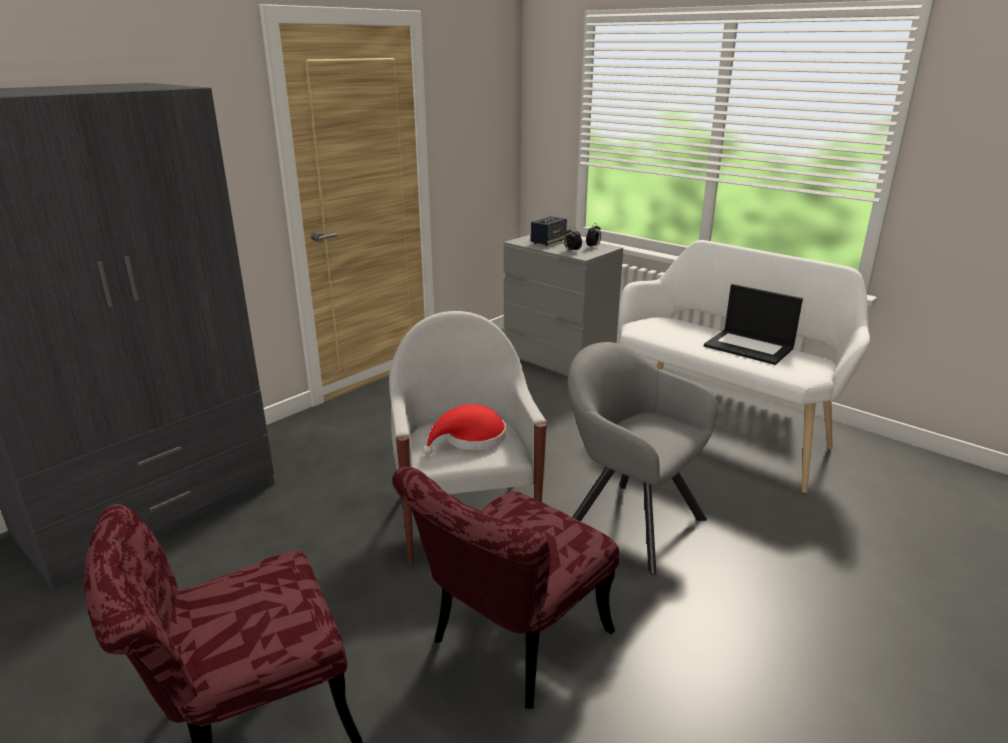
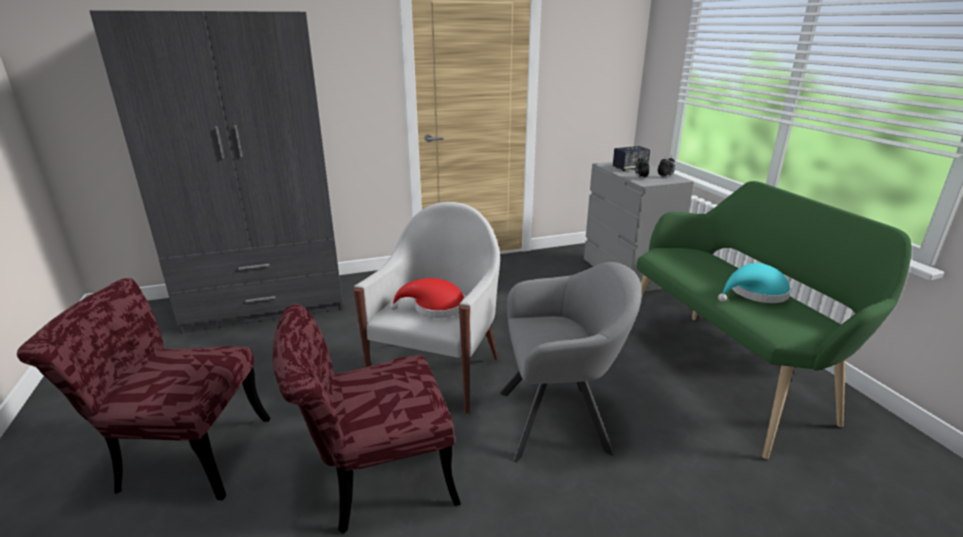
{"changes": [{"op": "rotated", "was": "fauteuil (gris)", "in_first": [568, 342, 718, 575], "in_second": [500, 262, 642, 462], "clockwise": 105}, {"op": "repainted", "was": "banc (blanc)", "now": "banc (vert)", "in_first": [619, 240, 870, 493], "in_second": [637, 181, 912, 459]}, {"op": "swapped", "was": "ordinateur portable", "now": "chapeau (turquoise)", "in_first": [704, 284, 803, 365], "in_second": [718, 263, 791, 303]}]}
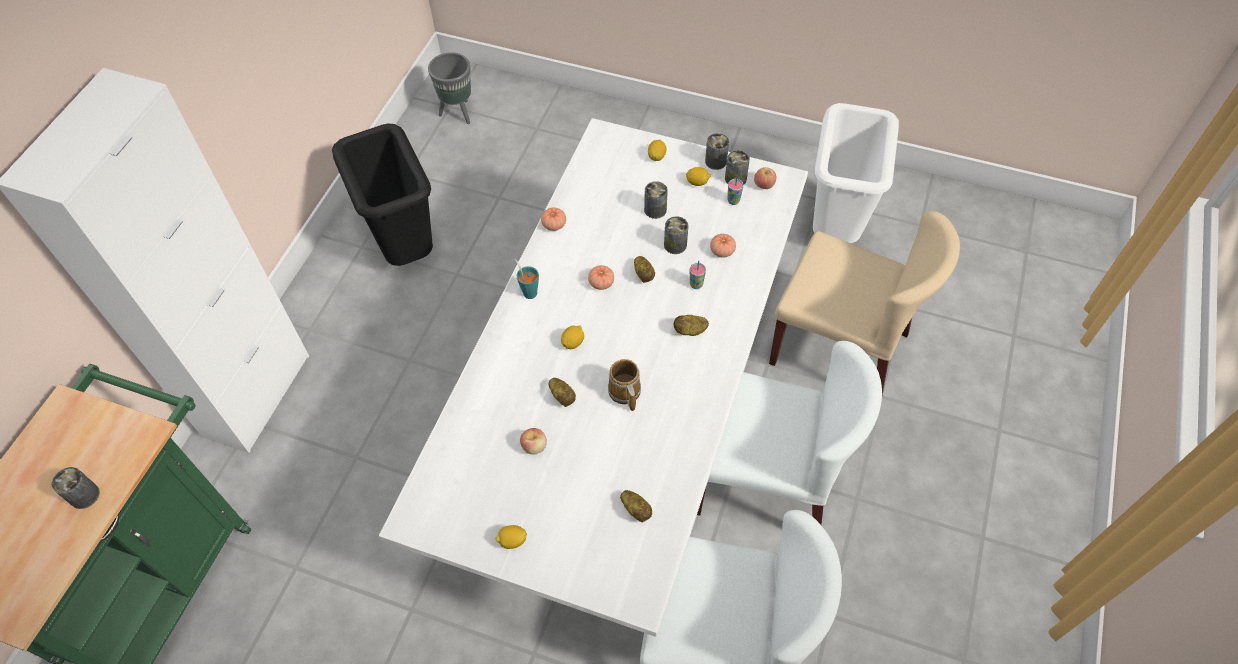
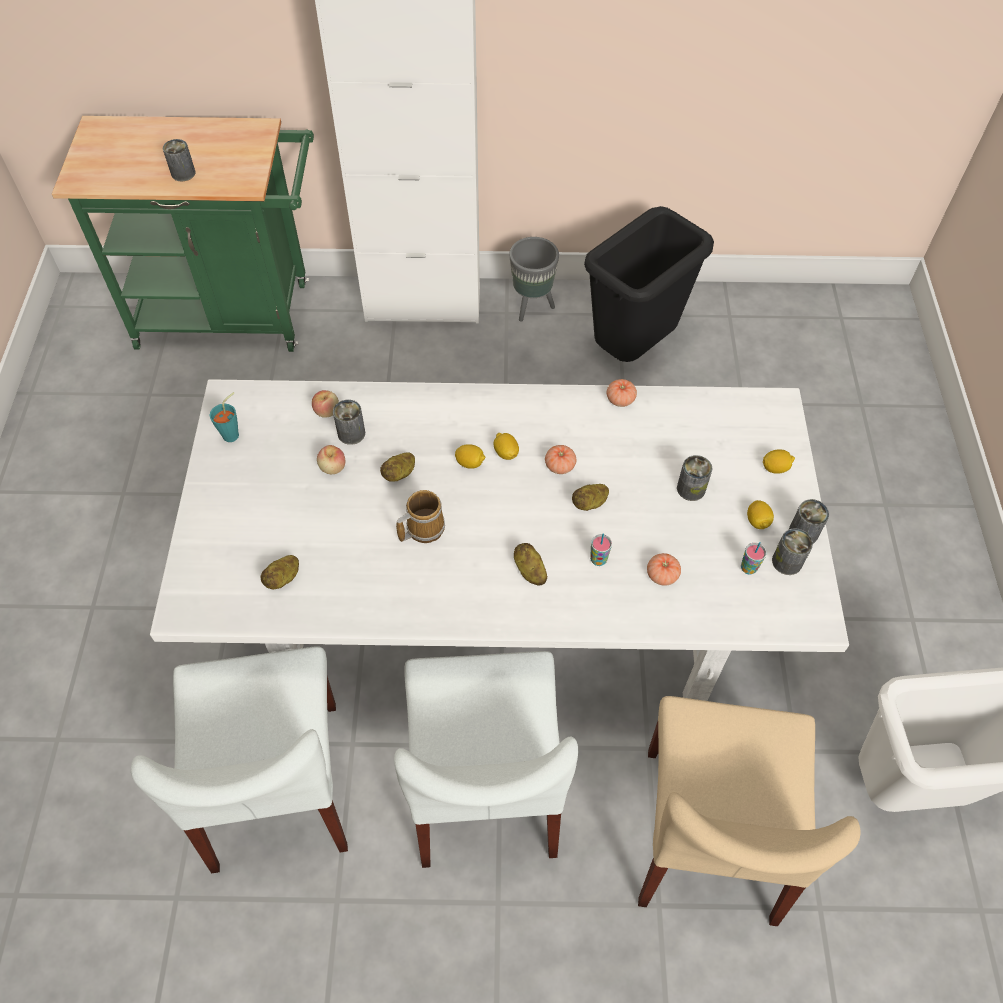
{"changes": [{"op": "shifted", "was": "cache-pot (gris)", "in_first": [428, 52, 471, 124], "in_second": [509, 237, 559, 322]}, {"op": "shifted", "was": "citron", "in_first": [496, 525, 527, 549], "in_second": [494, 433, 519, 460]}, {"op": "shifted", "was": "tasse (turquoise)", "in_first": [514, 259, 539, 299], "in_second": [210, 392, 239, 442]}, {"op": "shifted", "was": "boîte métallique", "in_first": [664, 216, 688, 254], "in_second": [333, 400, 365, 445]}, {"op": "shifted", "was": "pomme", "in_first": [754, 167, 776, 189], "in_second": [312, 390, 339, 418]}]}
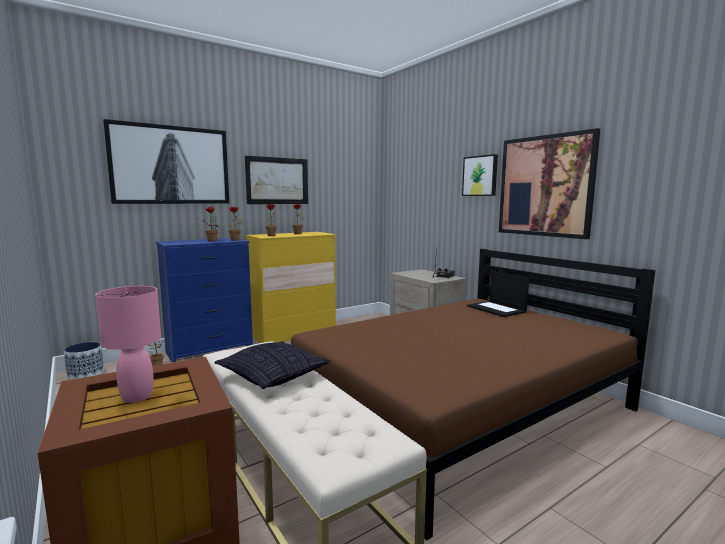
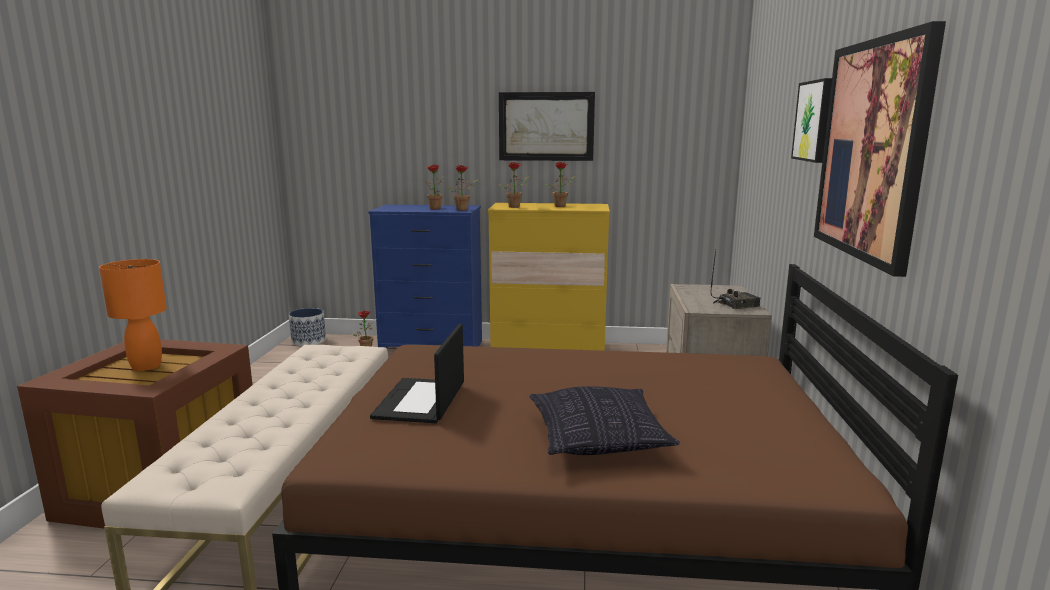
{"changes": [{"op": "repainted", "was": "lampe de table (rose)", "now": "lampe de table (orange)", "in_first": [95, 286, 161, 403], "in_second": [99, 259, 167, 371]}, {"op": "gone", "was": "tableau", "in_first": [103, 119, 229, 204]}, {"op": "shifted", "was": "coussin", "in_first": [214, 341, 331, 389], "in_second": [530, 386, 680, 455]}, {"op": "shifted", "was": "ordinateur portable", "in_first": [467, 271, 529, 317], "in_second": [370, 324, 464, 423]}]}
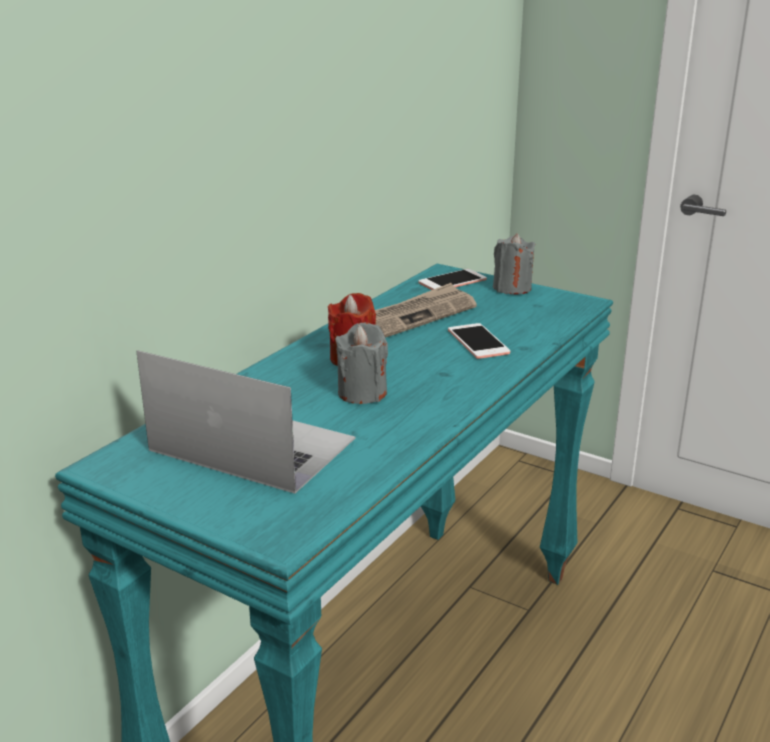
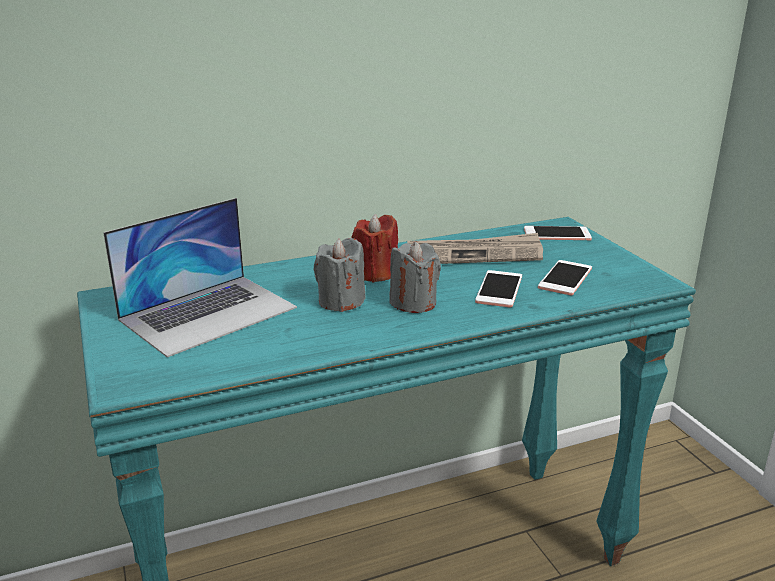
{"changes": [{"op": "rotated", "was": "ordinateur portable", "in_first": [136, 350, 355, 494], "in_second": [103, 198, 297, 357], "clockwise": 75}, {"op": "shifted", "was": "bougie (gris)", "in_first": [493, 234, 535, 295], "in_second": [389, 242, 441, 313]}, {"op": "new", "now": "téléphone", "in_second": [538, 260, 592, 295]}]}
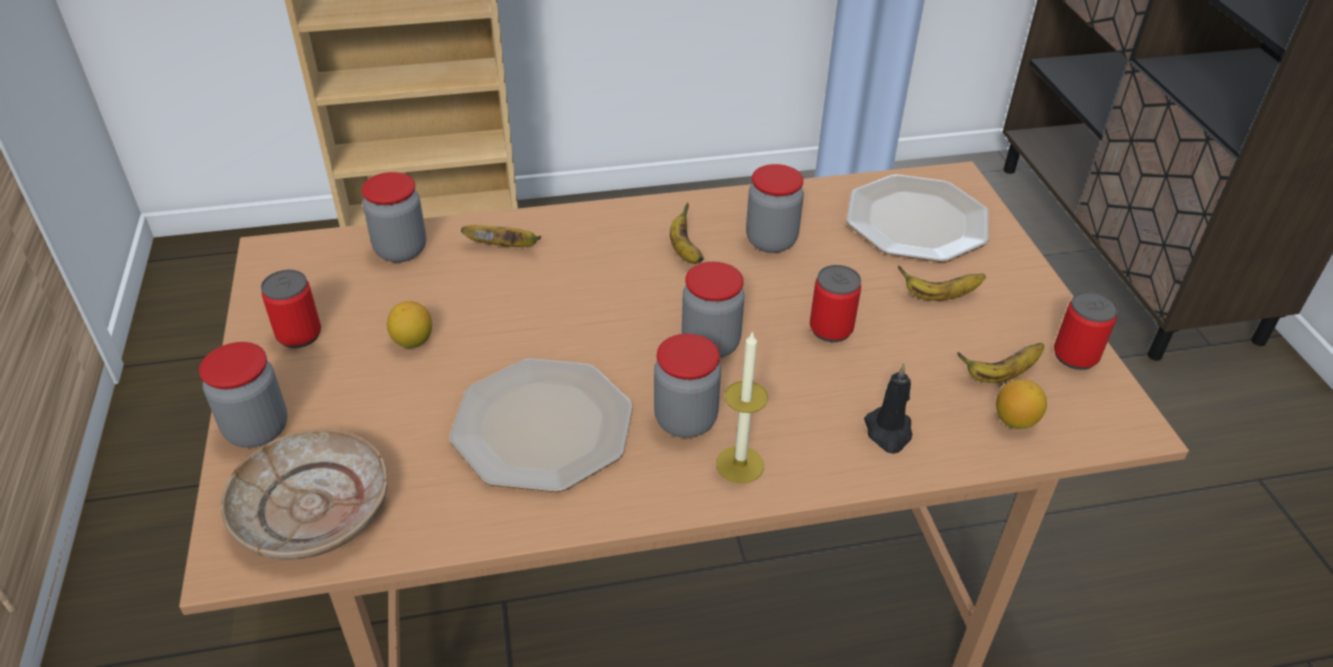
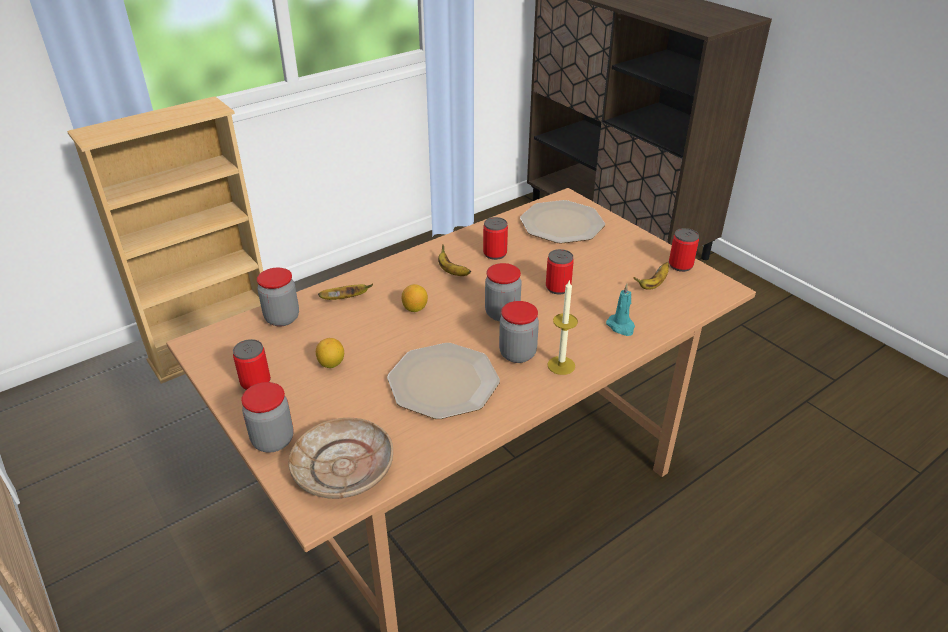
{"changes": [{"op": "swapped", "was": "bocal", "now": "boîte métallique", "in_first": [746, 164, 804, 253], "in_second": [483, 217, 508, 260]}, {"op": "repainted", "was": "bougie (noir)", "now": "bougie (turquoise)", "in_first": [864, 364, 912, 454], "in_second": [606, 284, 635, 336]}, {"op": "gone", "was": "banane", "in_first": [898, 266, 986, 301]}, {"op": "shifted", "was": "citron", "in_first": [996, 379, 1047, 429], "in_second": [401, 284, 428, 312]}]}
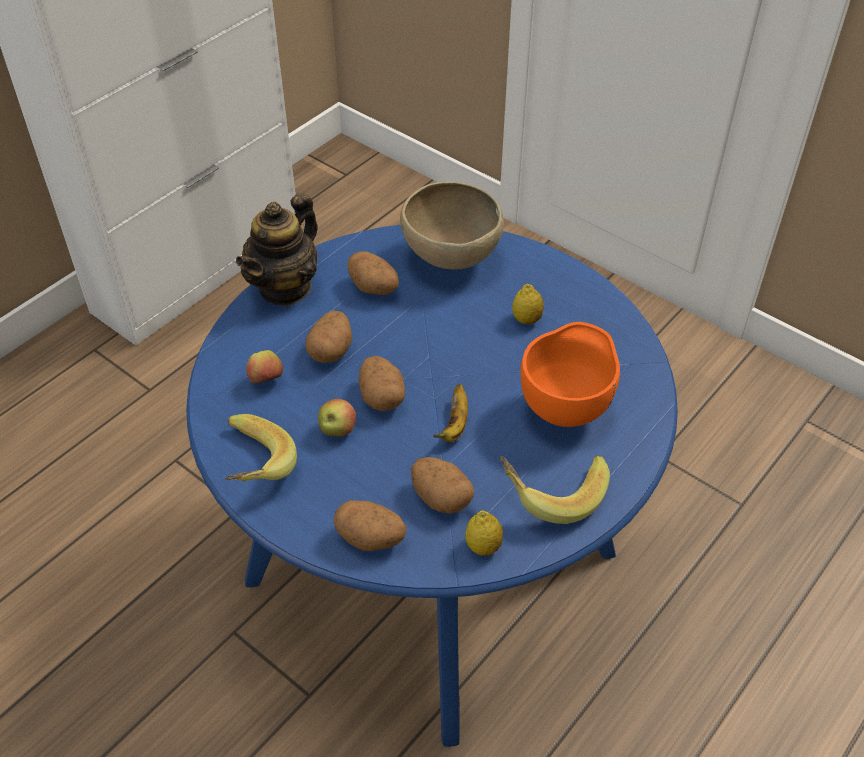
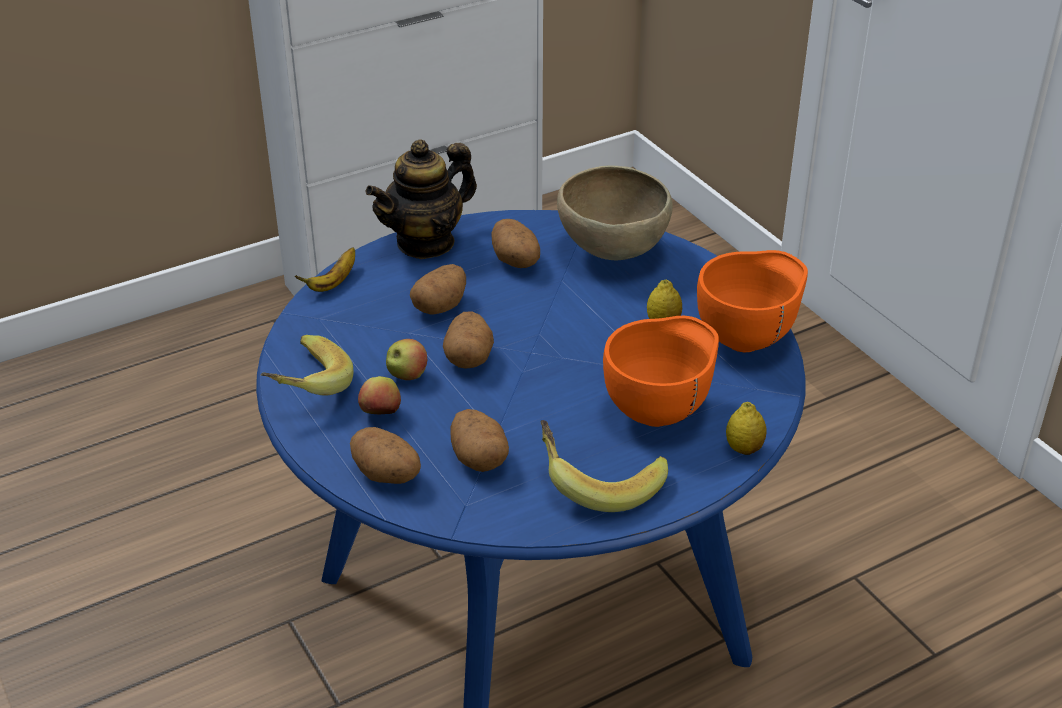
{"changes": [{"op": "shifted", "was": "pomme", "in_first": [246, 350, 283, 383], "in_second": [358, 376, 401, 414]}, {"op": "shifted", "was": "banane", "in_first": [434, 384, 468, 442], "in_second": [295, 247, 355, 292]}, {"op": "shifted", "was": "citron", "in_first": [465, 510, 503, 556], "in_second": [726, 402, 767, 455]}, {"op": "new", "now": "bol (orange)", "in_second": [697, 250, 808, 352]}]}
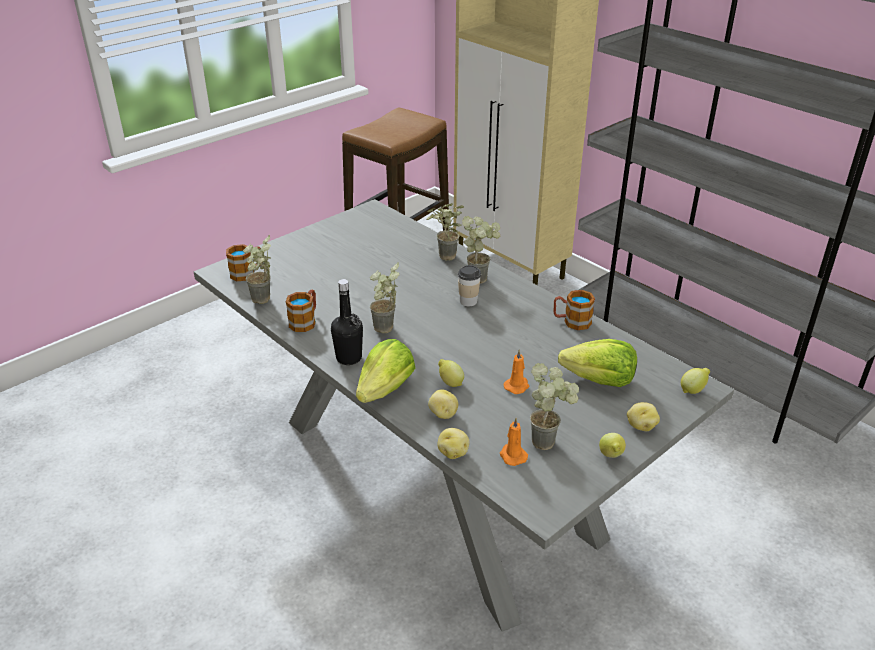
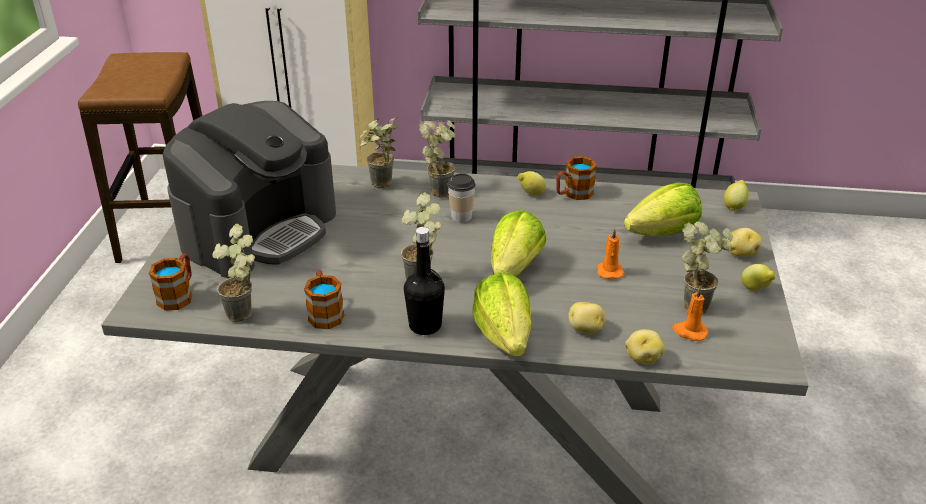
{"changes": [{"op": "shifted", "was": "citron", "in_first": [438, 359, 464, 387], "in_second": [518, 171, 546, 196]}, {"op": "new", "now": "machine à café", "in_second": [163, 101, 336, 278]}, {"op": "new", "now": "laitue", "in_second": [491, 210, 546, 276]}]}
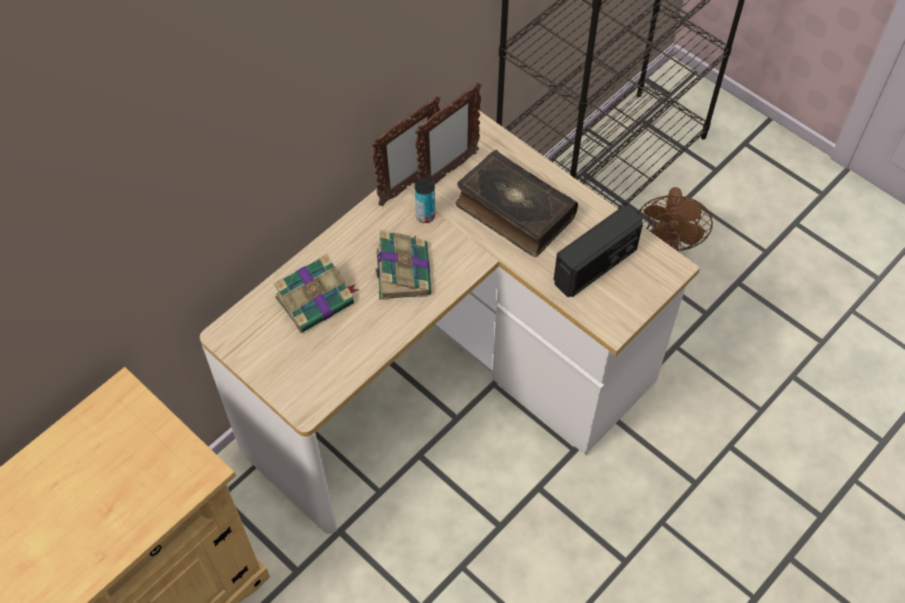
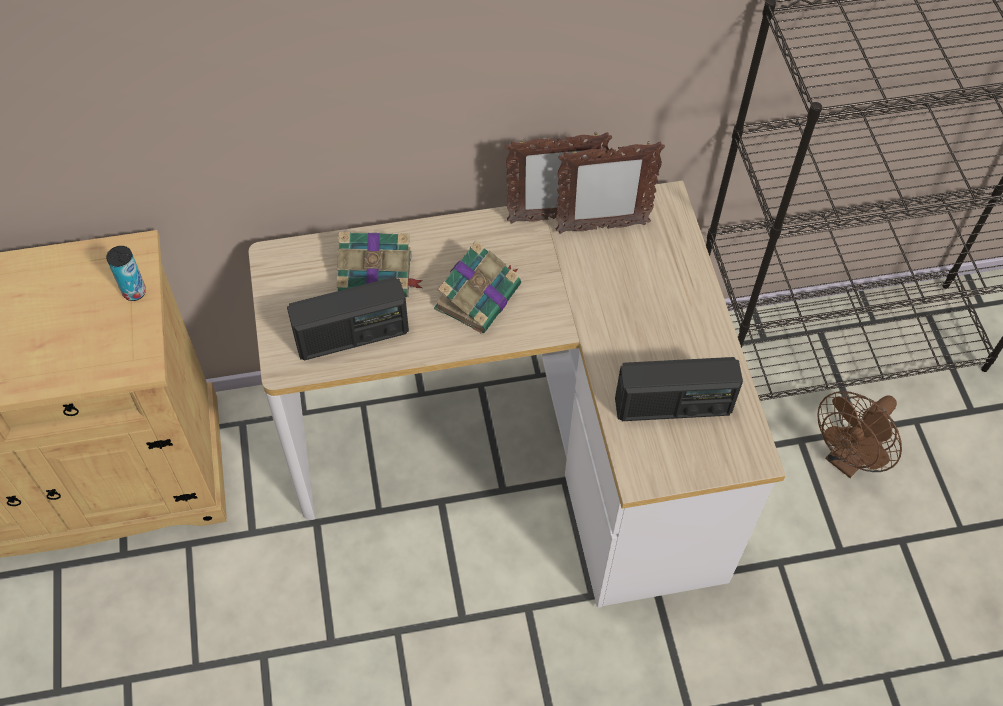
{"changes": [{"op": "shifted", "was": "boîte métallique", "in_first": [414, 178, 435, 223], "in_second": [106, 246, 146, 301]}, {"op": "gone", "was": "livre", "in_first": [455, 150, 578, 257]}, {"op": "new", "now": "radio", "in_second": [287, 277, 409, 361]}]}
